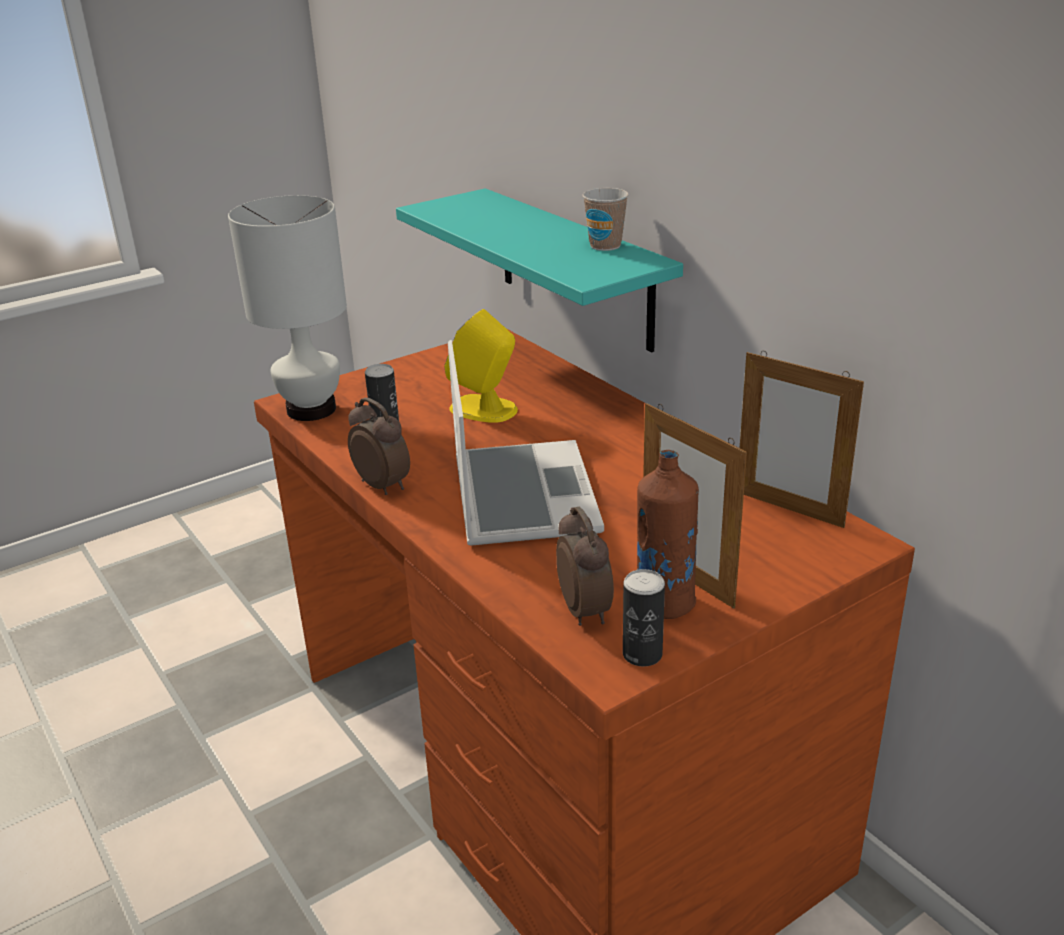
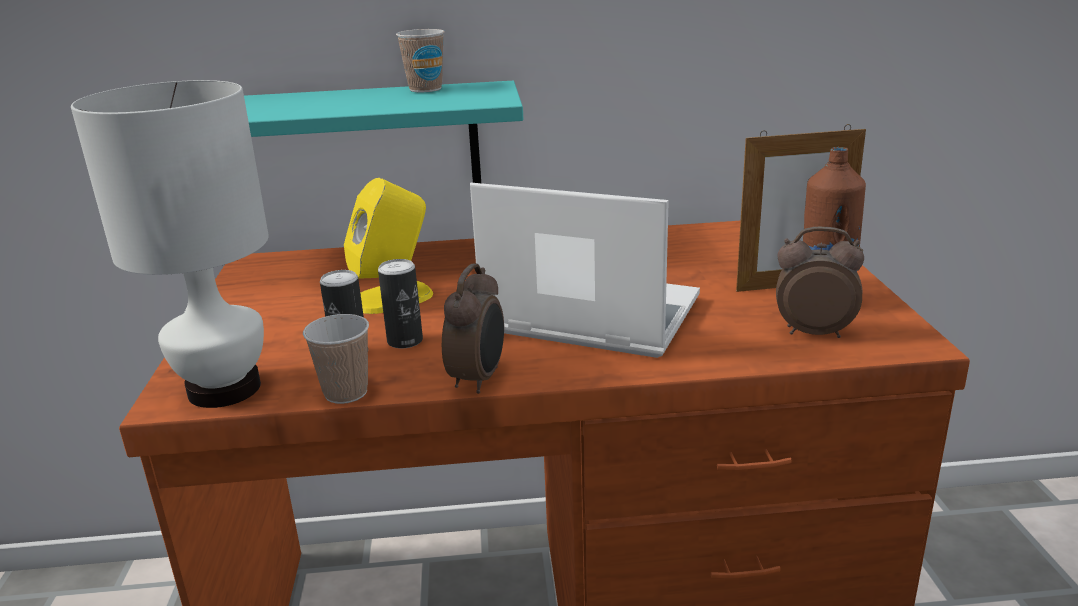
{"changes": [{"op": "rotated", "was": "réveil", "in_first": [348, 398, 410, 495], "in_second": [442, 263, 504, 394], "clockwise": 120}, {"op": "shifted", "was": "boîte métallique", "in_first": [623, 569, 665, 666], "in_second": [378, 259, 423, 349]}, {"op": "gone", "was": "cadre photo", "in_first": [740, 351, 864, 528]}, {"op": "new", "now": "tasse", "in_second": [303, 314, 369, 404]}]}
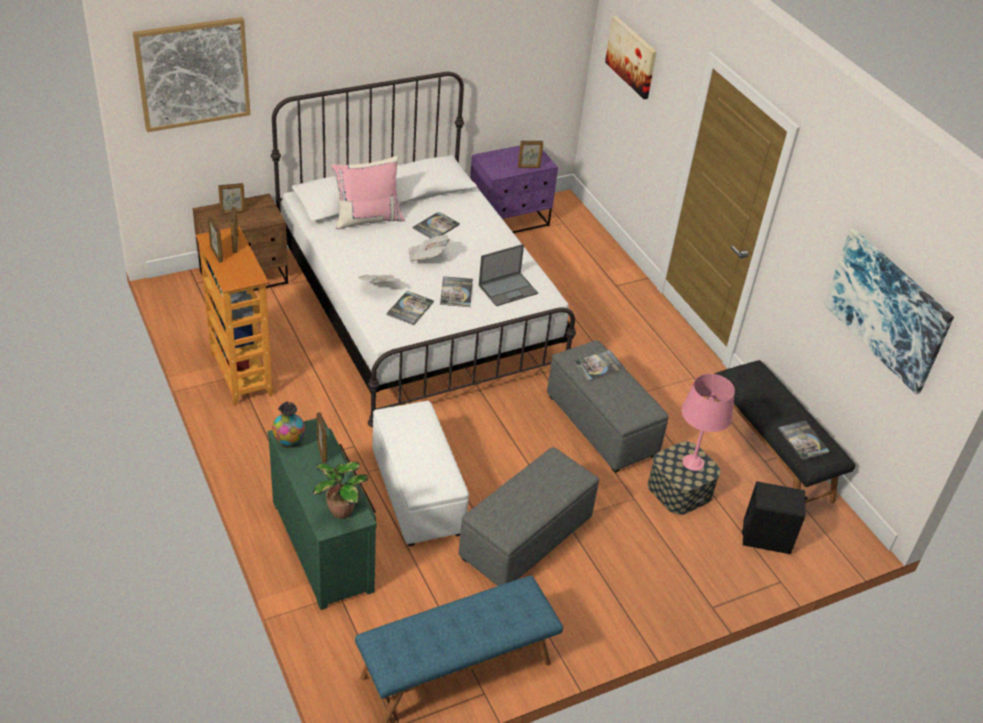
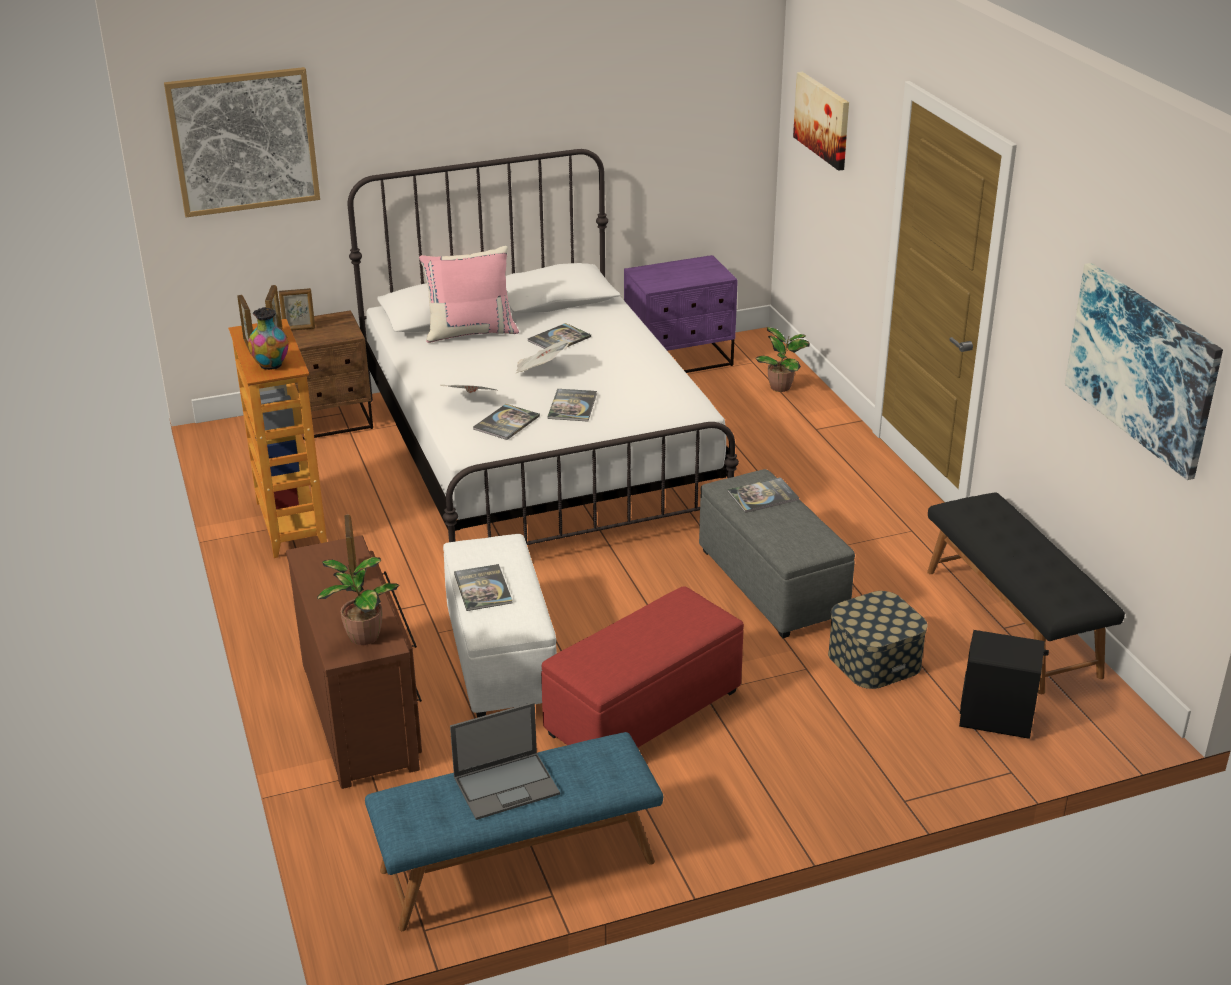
{"changes": [{"op": "repainted", "was": "commode (vert)", "now": "commode (marron)", "in_first": [267, 417, 377, 610], "in_second": [286, 535, 422, 789]}, {"op": "shifted", "was": "vase", "in_first": [272, 401, 305, 448], "in_second": [248, 307, 289, 370]}, {"op": "repainted", "was": "pouf (gris)", "now": "pouf (rouge)", "in_first": [459, 447, 599, 586], "in_second": [541, 586, 744, 747]}, {"op": "shifted", "was": "ordinateur portable", "in_first": [479, 244, 538, 306], "in_second": [450, 702, 560, 820]}, {"op": "gone", "was": "cadre photo", "in_first": [518, 141, 543, 168]}, {"op": "gone", "was": "lampe de table (rose)", "in_first": [682, 374, 735, 471]}, {"op": "shifted", "was": "livre", "in_first": [778, 420, 830, 460], "in_second": [454, 564, 513, 611]}, {"op": "new", "now": "plante en pot", "in_second": [756, 327, 810, 392]}]}
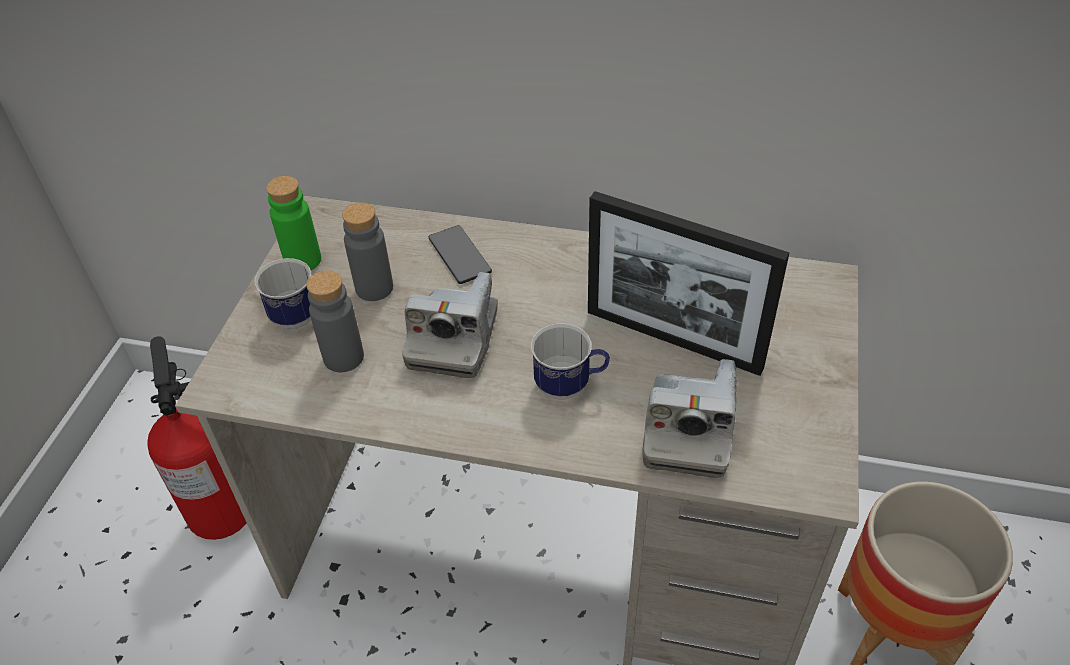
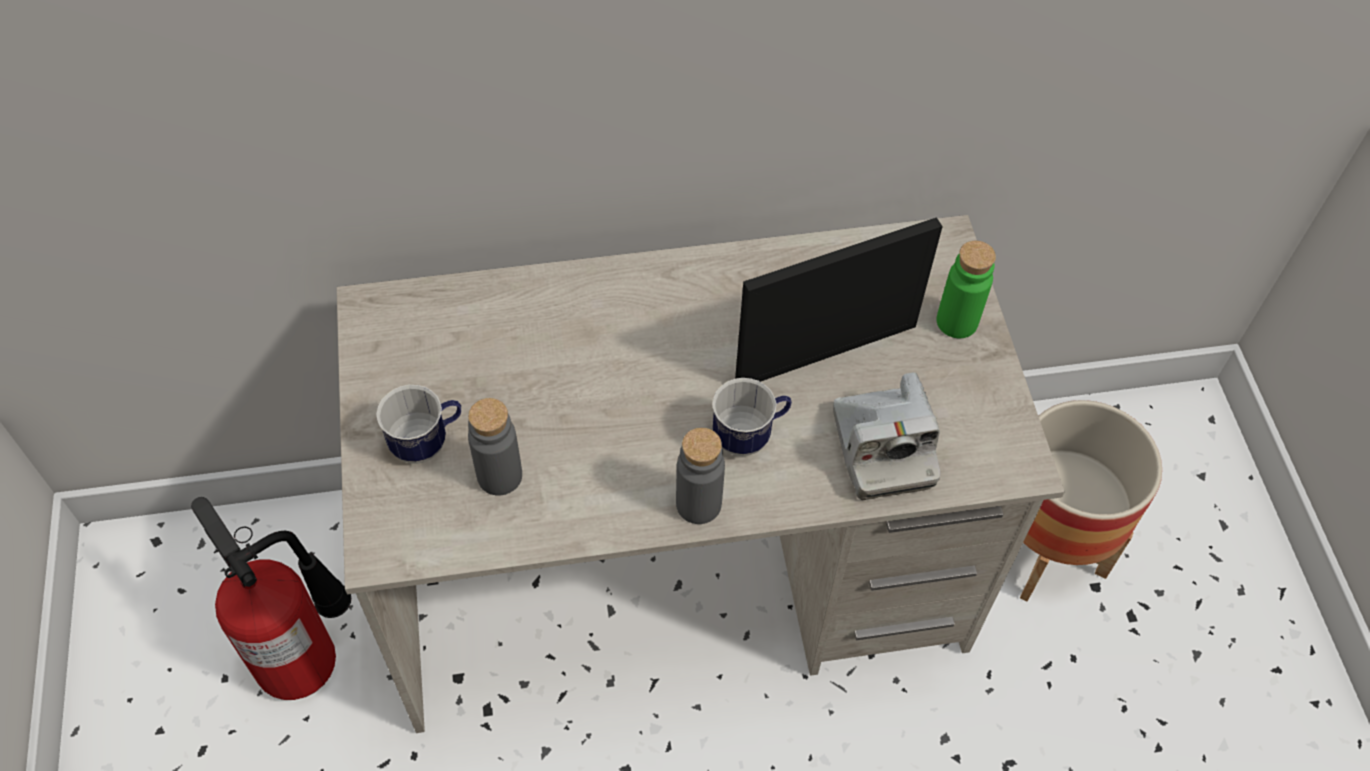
{"changes": [{"op": "shifted", "was": "bouteille (vert)", "in_first": [266, 176, 321, 270], "in_second": [936, 241, 996, 338]}, {"op": "shifted", "was": "bouteille (gris)", "in_first": [342, 202, 393, 301], "in_second": [676, 428, 725, 524]}, {"op": "gone", "was": "appareil photo", "in_first": [402, 272, 498, 378]}, {"op": "gone", "was": "téléphone", "in_first": [428, 225, 492, 284]}, {"op": "rotated", "was": "cadre photo", "in_first": [588, 191, 789, 376], "in_second": [735, 217, 943, 382], "clockwise": 150}]}
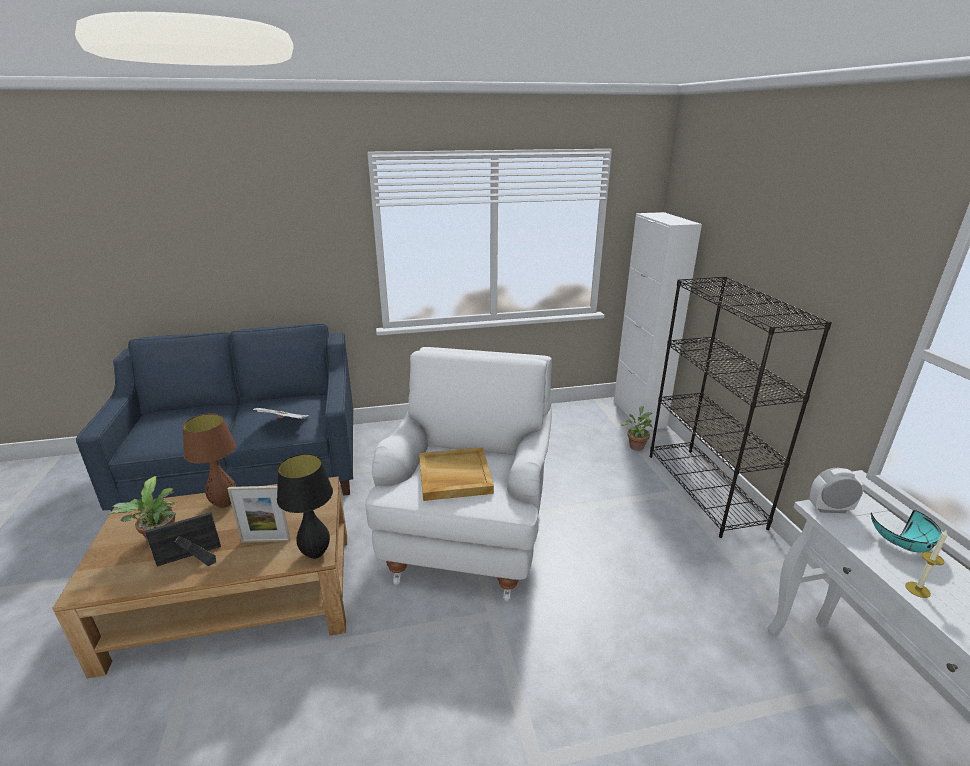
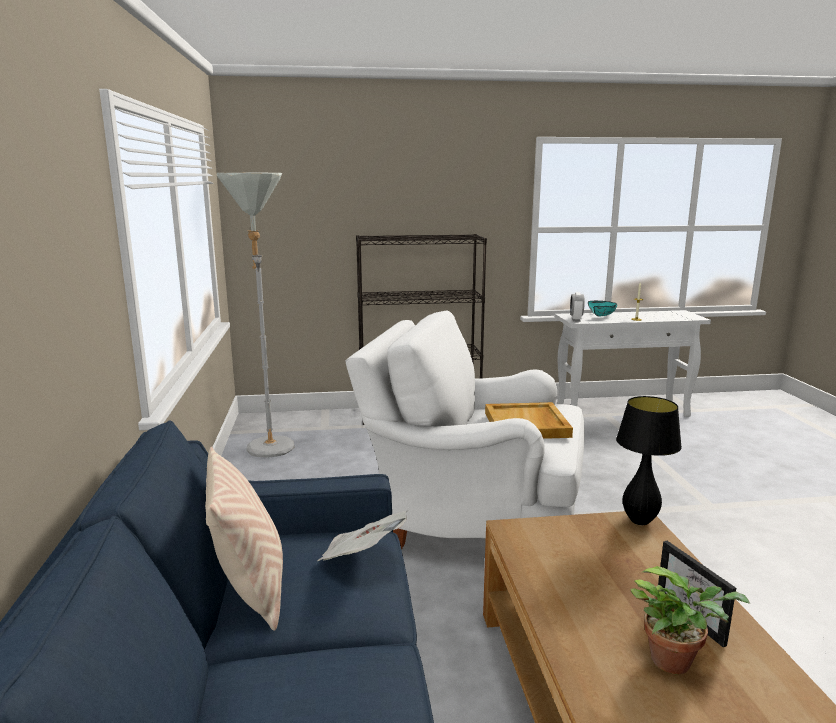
{"changes": [{"op": "gone", "was": "lampe de table (marron)", "in_first": [182, 413, 236, 508]}, {"op": "gone", "was": "cadre photo", "in_first": [228, 486, 290, 543]}, {"op": "gone", "was": "meuble de rangement (blanc)", "in_first": [614, 212, 702, 430]}, {"op": "gone", "was": "plante en pot", "in_first": [621, 406, 653, 451]}, {"op": "new", "now": "coussin (beige)", "in_second": [205, 447, 283, 631]}, {"op": "new", "now": "lampadaire (gris)", "in_second": [217, 173, 295, 458]}]}
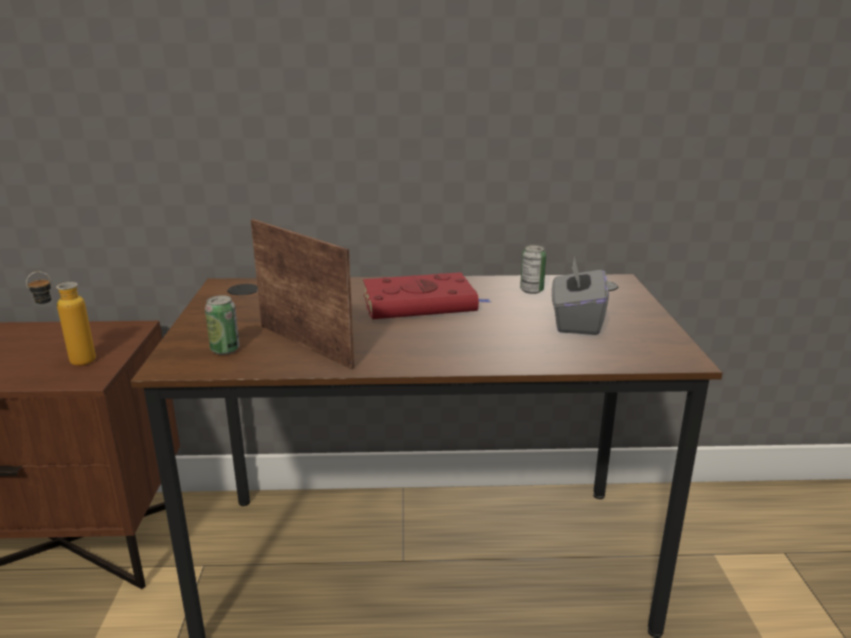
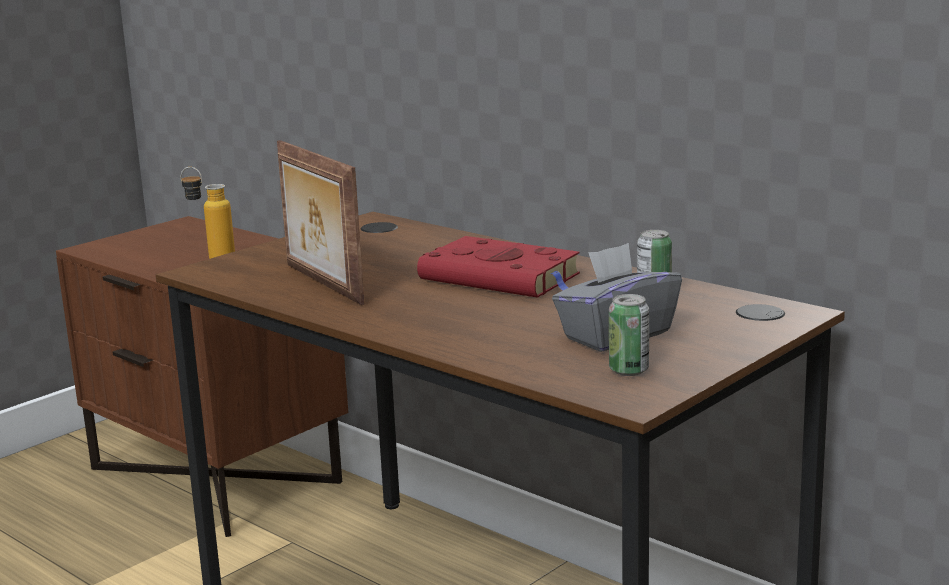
{"changes": [{"op": "shifted", "was": "boîte métallique", "in_first": [205, 295, 240, 355], "in_second": [609, 294, 649, 376]}, {"op": "rotated", "was": "cadre photo", "in_first": [251, 219, 354, 369], "in_second": [277, 140, 364, 305], "clockwise": 150}]}
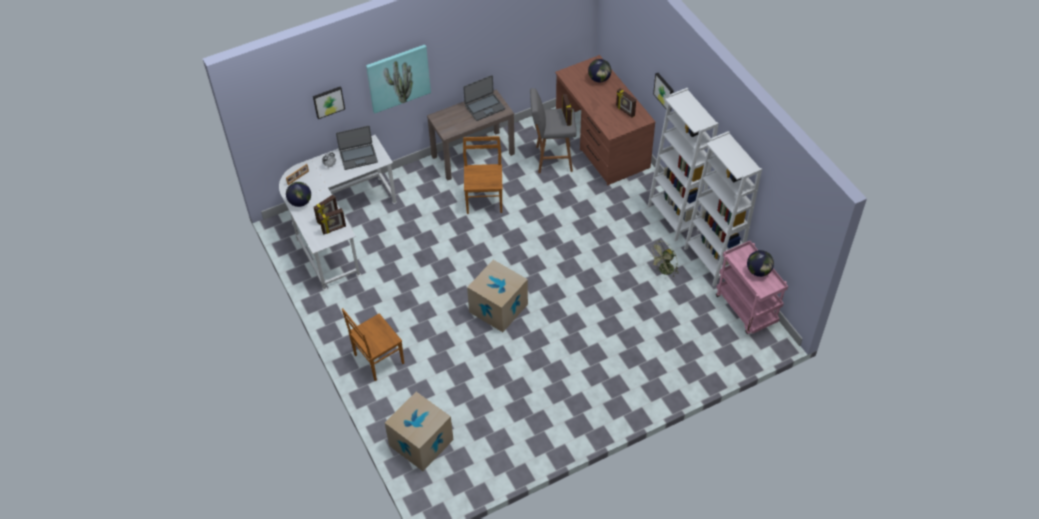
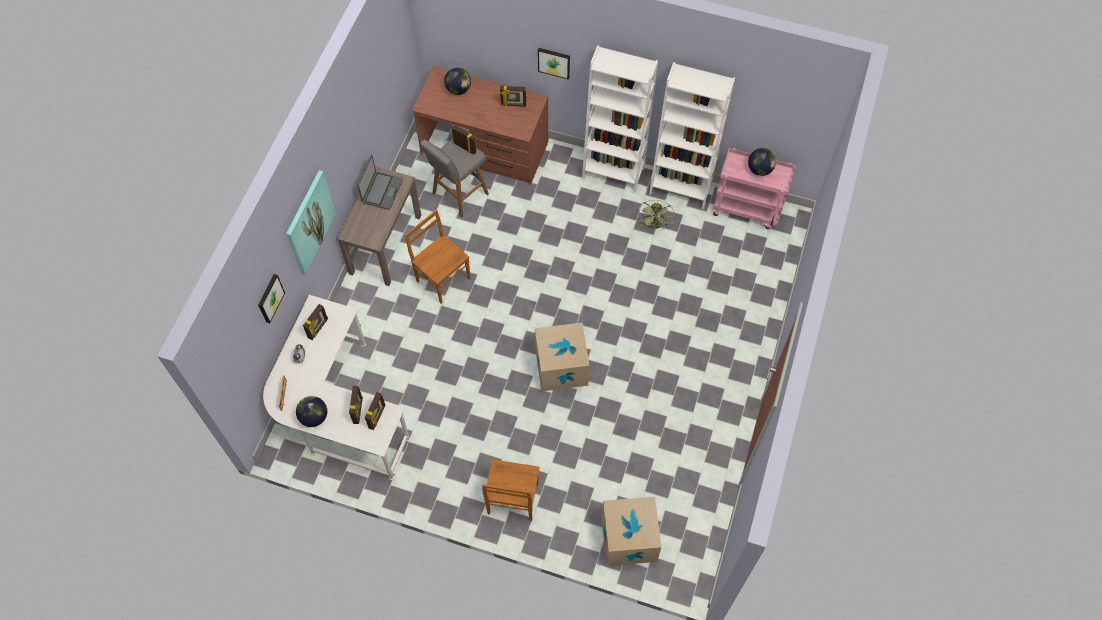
{"changes": [{"op": "swapped", "was": "ordinateur portable", "now": "cadre photo", "in_first": [336, 126, 378, 170], "in_second": [303, 304, 328, 340]}]}
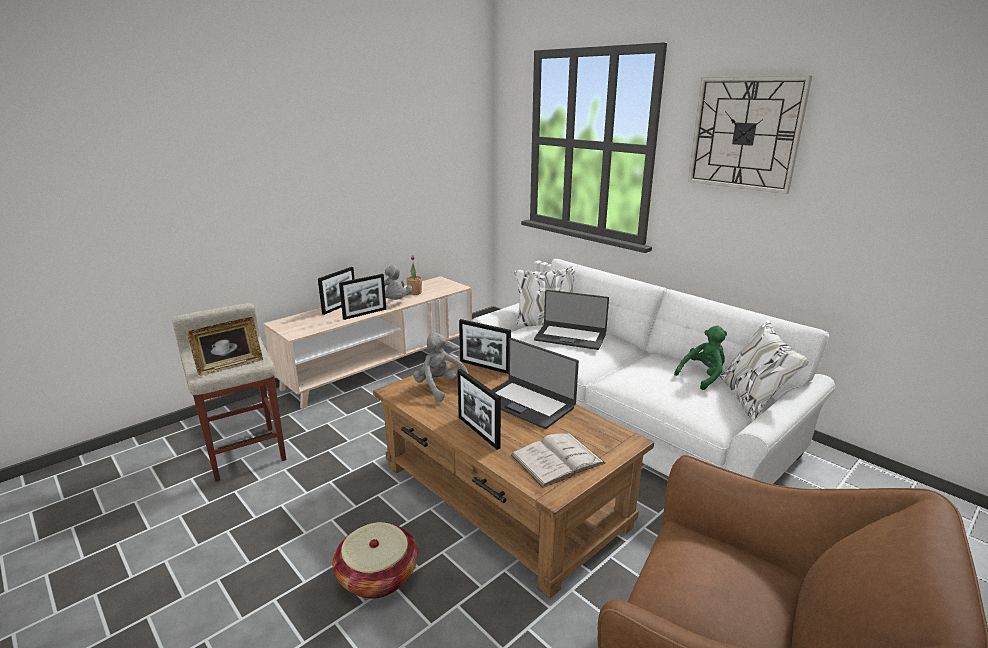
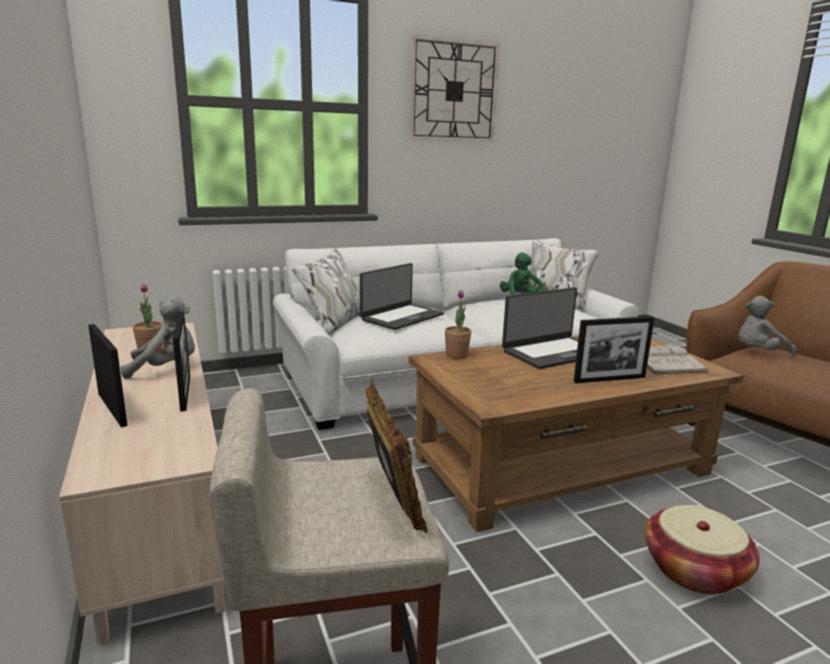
{"changes": [{"op": "shifted", "was": "peluche (gris)", "in_first": [413, 332, 469, 402], "in_second": [738, 296, 796, 356]}, {"op": "swapped", "was": "cadre photo", "now": "plante en pot", "in_first": [459, 319, 511, 374], "in_second": [445, 290, 472, 359]}]}
